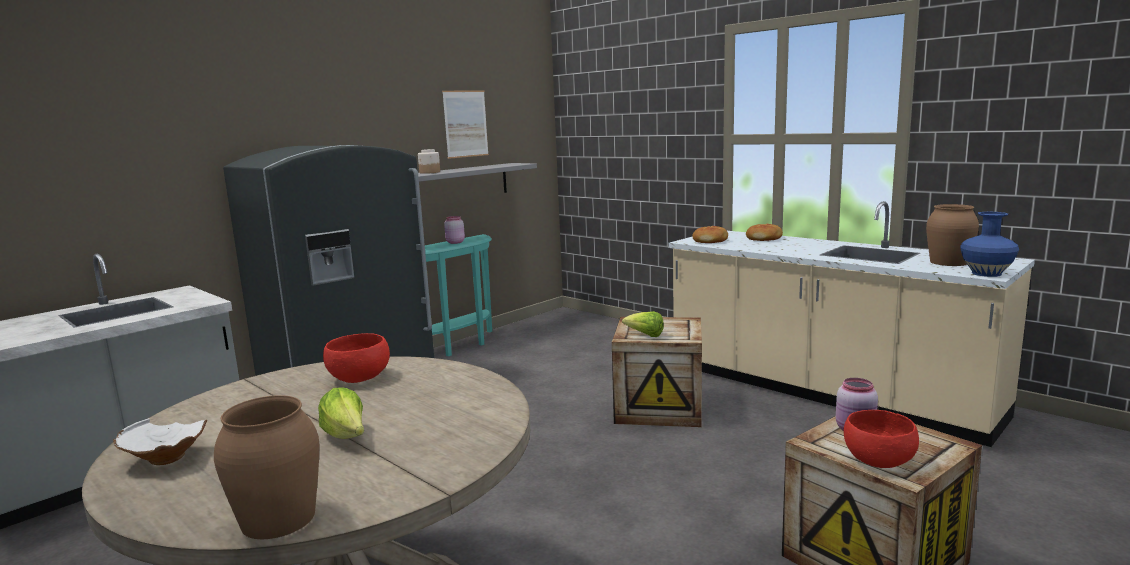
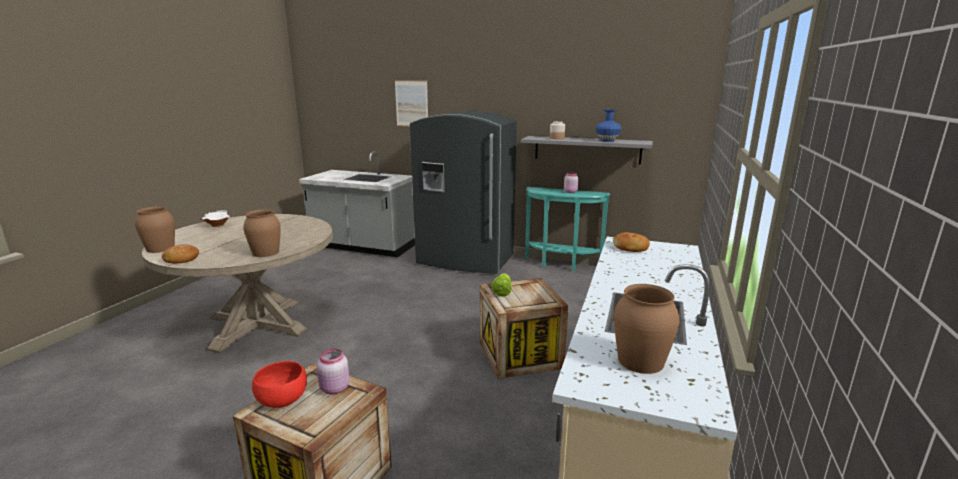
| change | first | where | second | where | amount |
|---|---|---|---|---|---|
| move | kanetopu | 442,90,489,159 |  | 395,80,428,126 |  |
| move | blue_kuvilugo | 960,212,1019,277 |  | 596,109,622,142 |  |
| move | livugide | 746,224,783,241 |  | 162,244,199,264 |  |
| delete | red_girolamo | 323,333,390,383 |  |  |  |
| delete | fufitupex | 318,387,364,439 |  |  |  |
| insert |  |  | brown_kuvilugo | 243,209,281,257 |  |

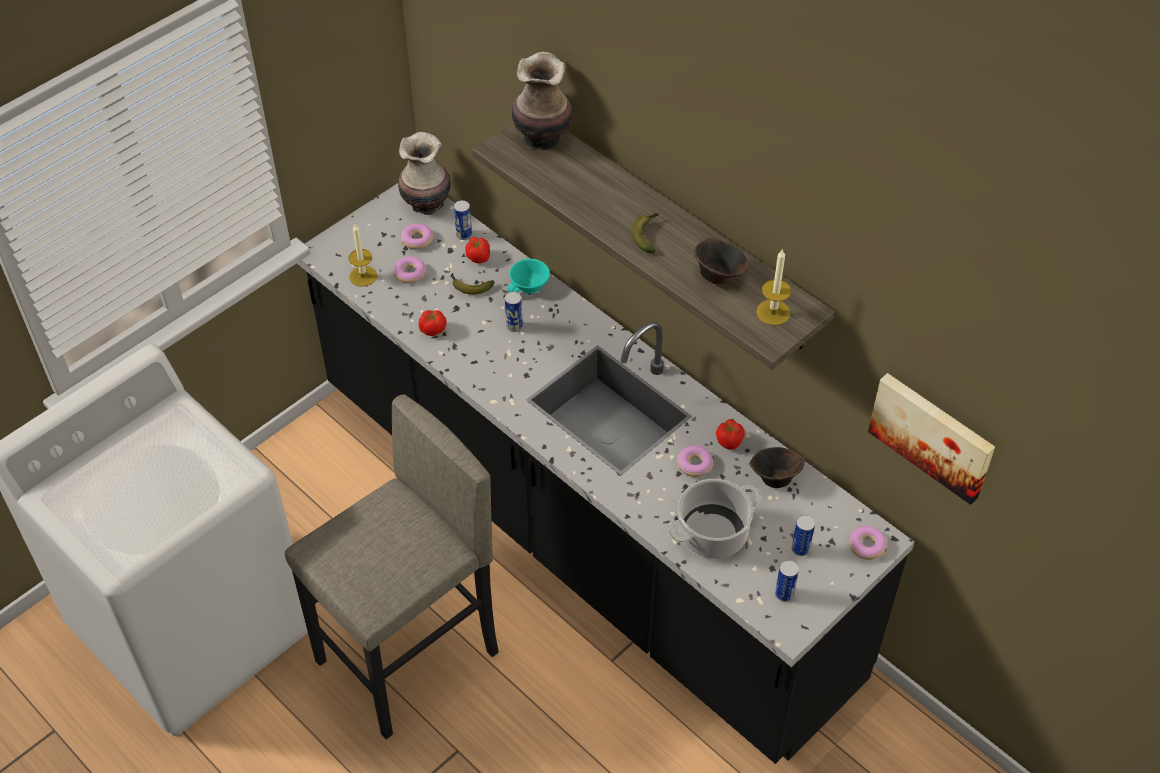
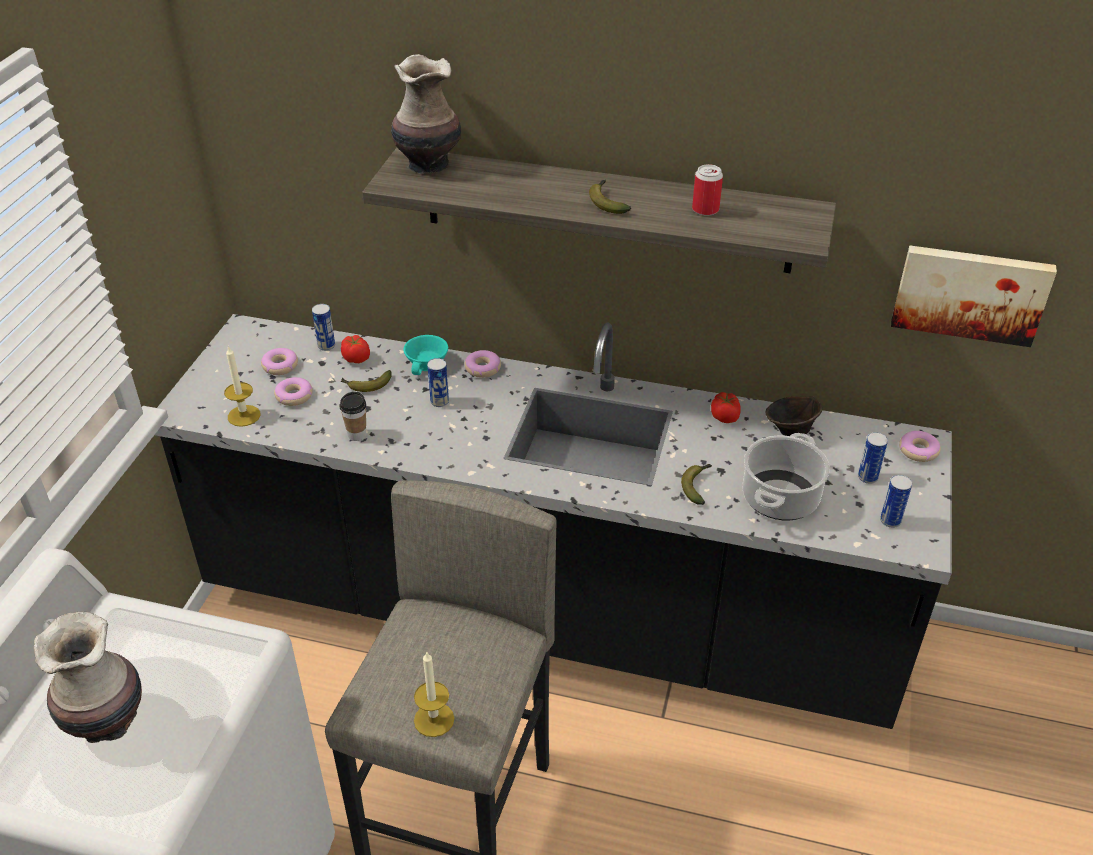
| change | first | where | second | where | amount |
|---|---|---|---|---|---|
| move | kuvilugo | 398,132,450,215 |  | 33,612,142,743 |  |
| replace | brown_girolamo | 694,237,748,285 | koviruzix | 692,164,723,216 |  |
| move | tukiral | 756,248,791,325 |  | 414,651,454,737 |  |
| replace | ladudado | 418,310,447,336 | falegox | 340,392,366,441 |  |
| move | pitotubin | 677,445,713,477 |  | 465,350,501,378 |  |
| insert |  |  | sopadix | 681,464,712,505 |  |

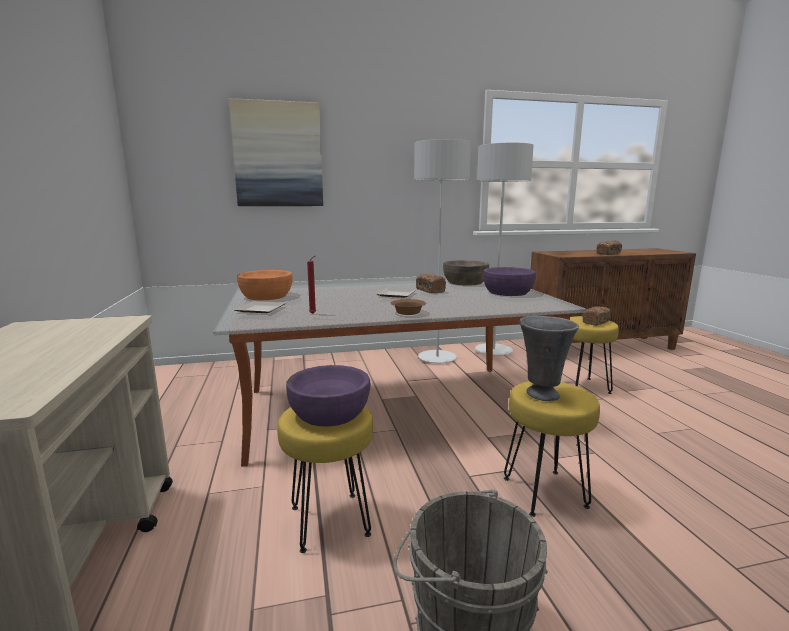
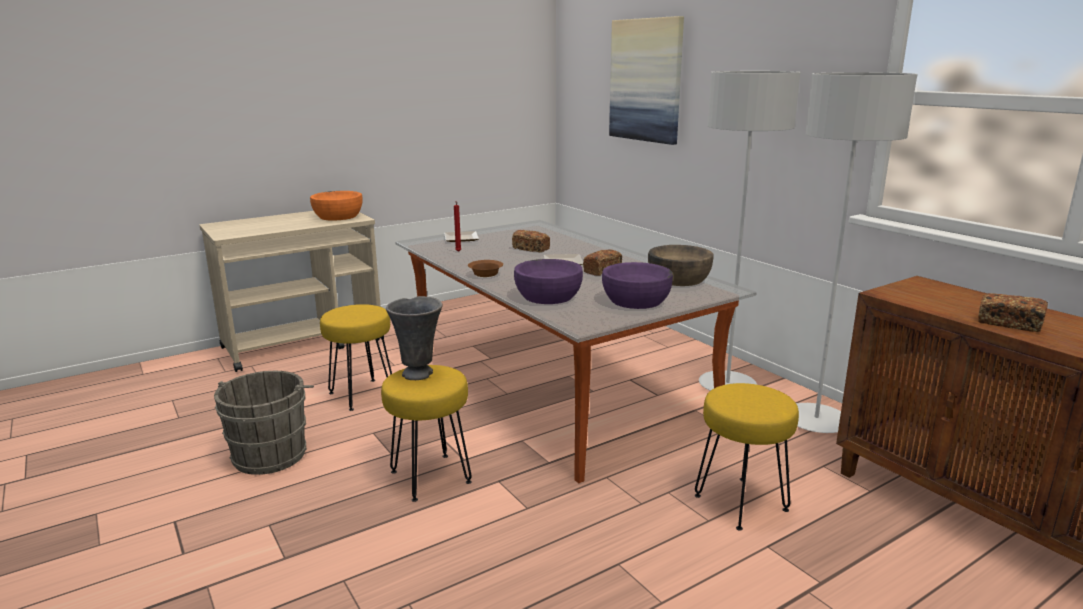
| change | first | where | second | where | amount |
|---|---|---|---|---|---|
| move | orange_girolamo | 237,270,293,300 |  | 310,191,363,221 |  |
| move | livugide | 583,306,612,326 |  | 512,230,550,253 |  |
| move | purple_girolamo | 286,365,370,427 |  | 514,259,583,304 |  |

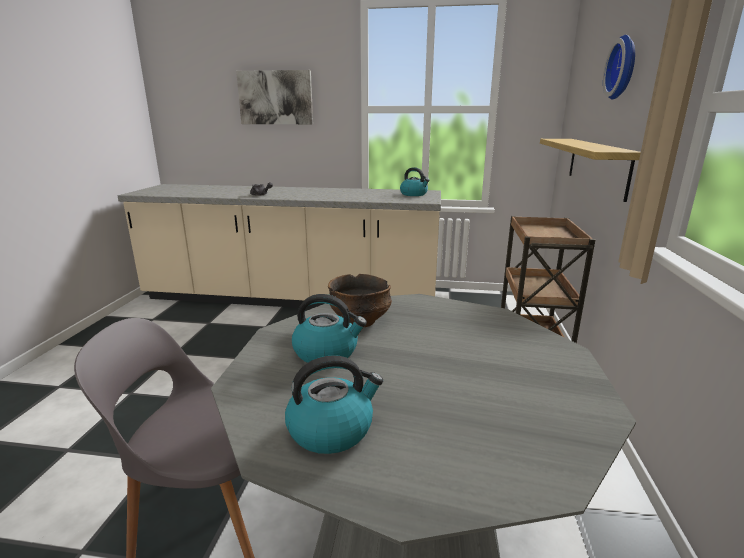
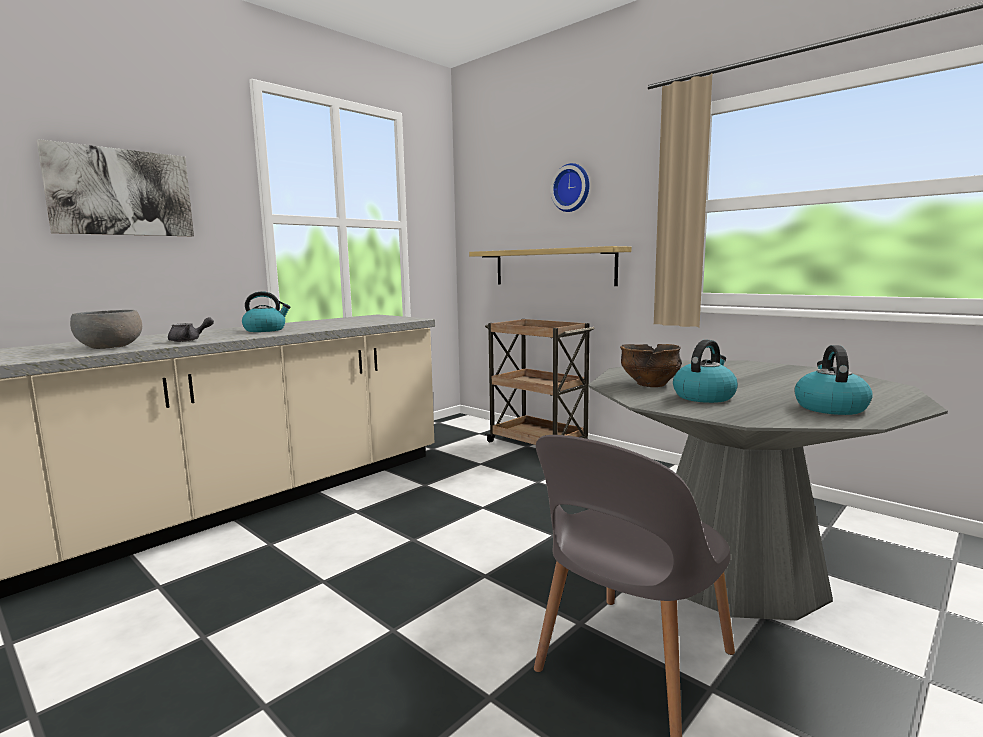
| change | first | where | second | where | amount |
|---|---|---|---|---|---|
| move | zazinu | 400,167,430,196 |  | 242,291,291,332 |  |
| insert |  |  | grey_girolamo | 70,310,142,349 |  |

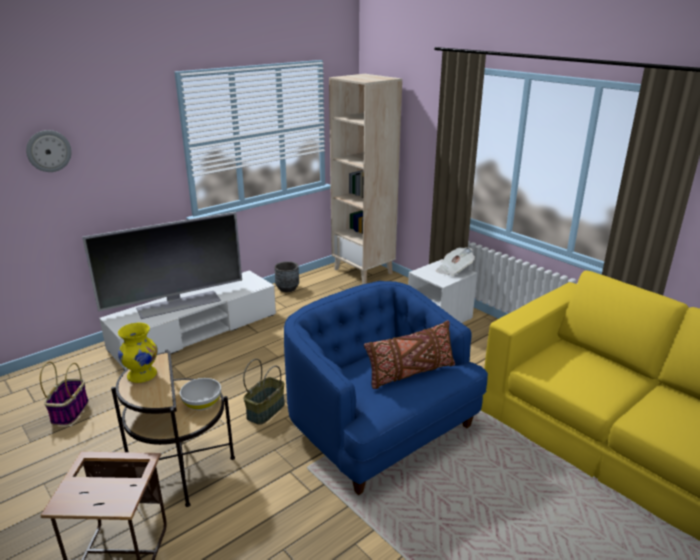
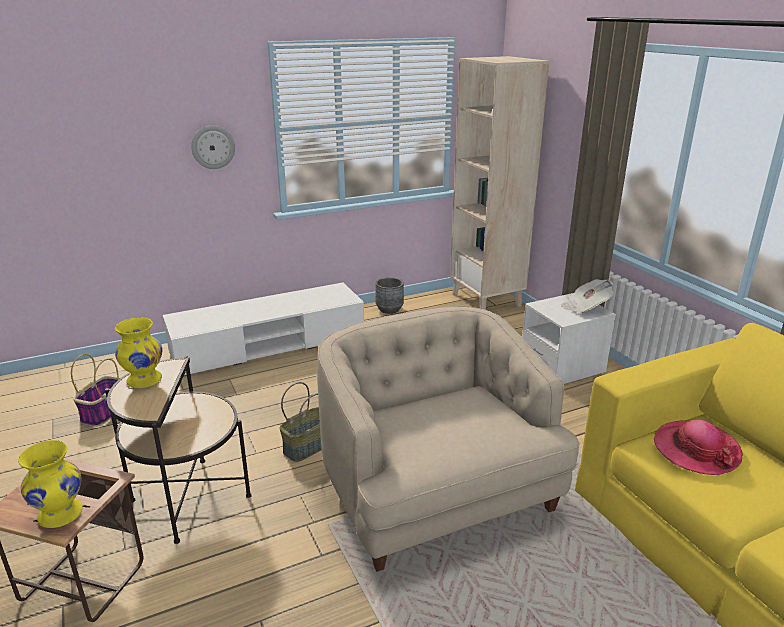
| change | first | where | second | where | amount |
|---|---|---|---|---|---|
| move | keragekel | 26,130,72,172 |  | 191,126,235,169 |  |
| delete | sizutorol | 82,212,242,319 |  |  |  |
| recolor | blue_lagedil | 284,281,488,495 | beige_lagedil | 317,306,580,572 |  |
| delete | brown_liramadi | 364,320,455,389 |  |  |  |
| delete | white_girolamo | 180,378,221,410 |  |  |  |
| insert |  |  | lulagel | 654,420,743,475 |  |
| insert |  |  | yellow_kuvilugo | 18,440,83,528 |  |

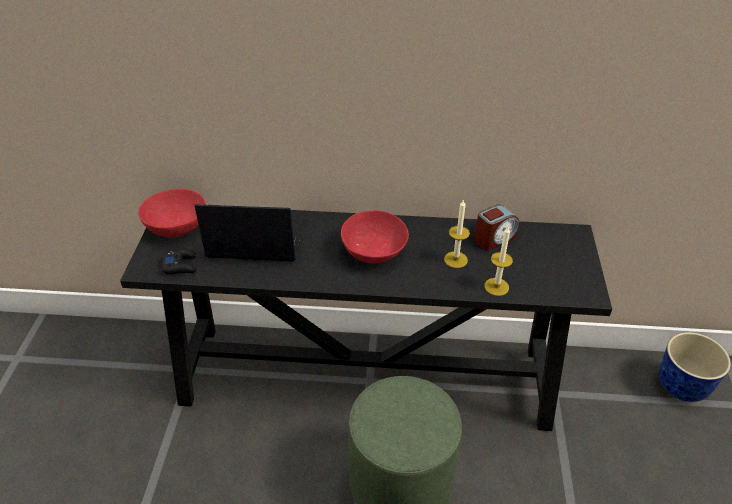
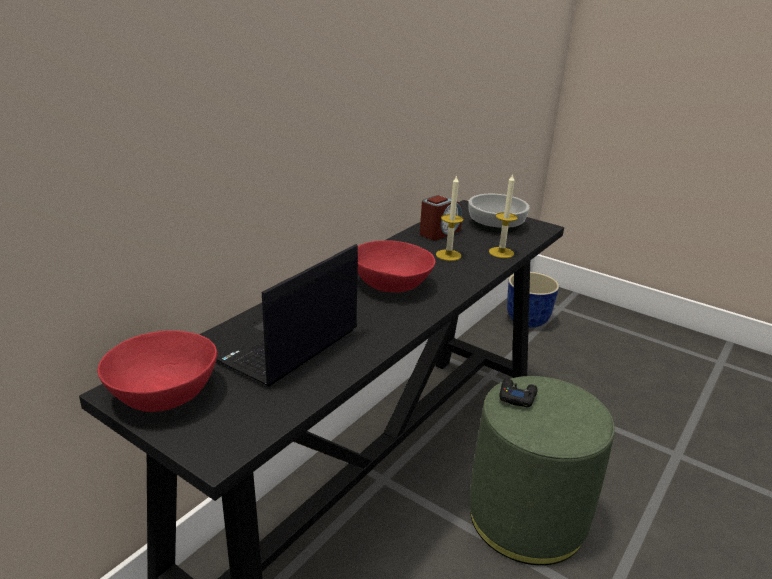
| change | first | where | second | where | amount |
|---|---|---|---|---|---|
| rotate | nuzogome | 474,204,519,250 |  | 420,195,462,240 | 45 degrees clockwise |
| move | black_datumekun | 162,248,196,274 |  | 499,379,538,407 |  |
| insert |  |  | girolamo | 468,194,530,233 |  |

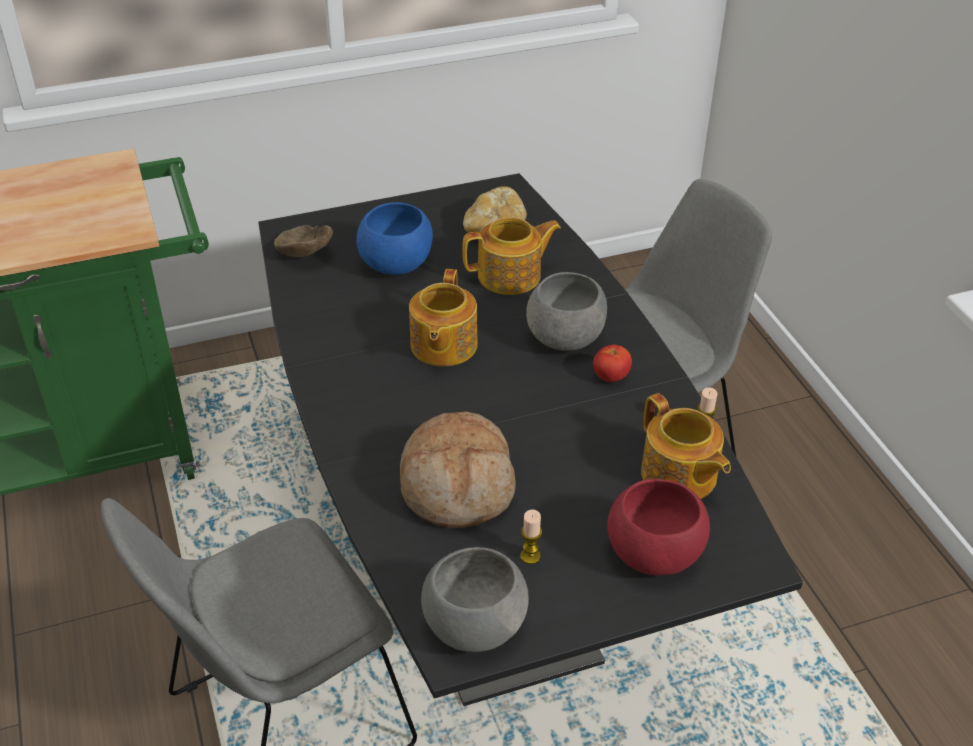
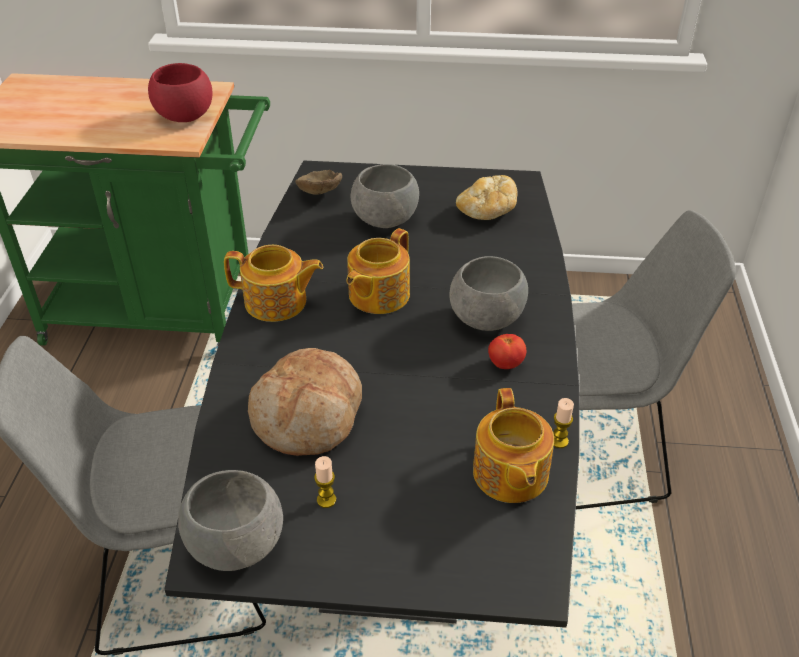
| change | first | where | second | where | amount |
|---|---|---|---|---|---|
| recolor | blue_girolamo | 357,202,433,275 | grey_girolamo | 351,164,419,228 |  |
| move | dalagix | 462,217,561,295 |  | 224,245,323,322 |  |
| move | red_girolamo | 607,479,710,576 |  | 148,63,212,122 |  |

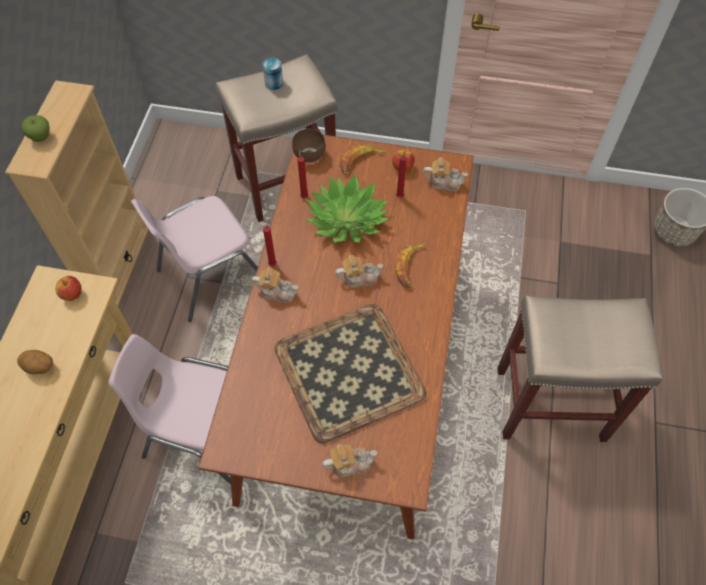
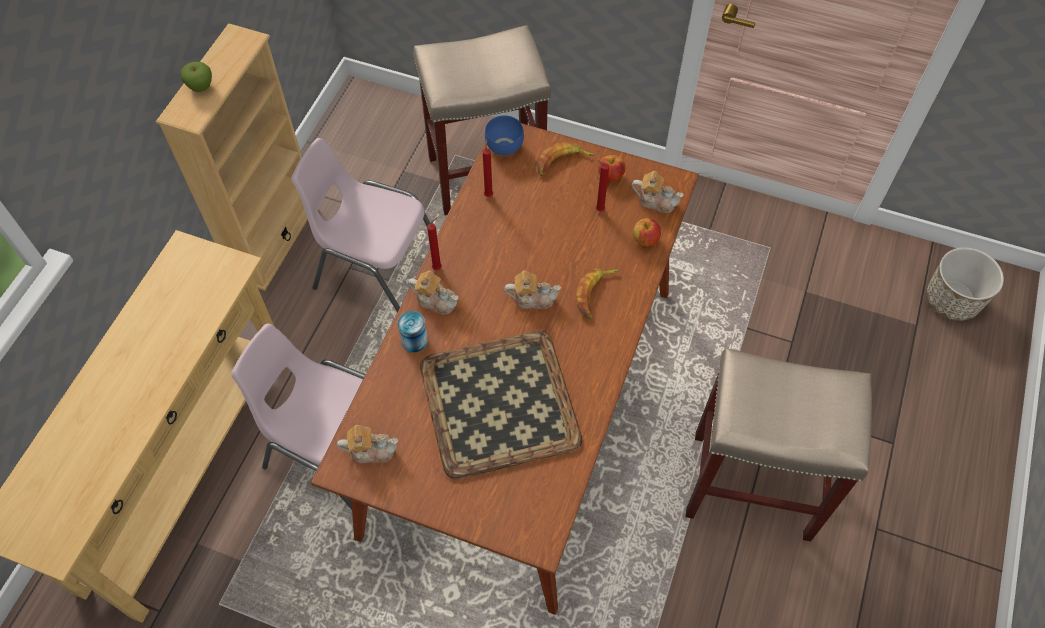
| change | first | where | second | where | amount |
|---|---|---|---|---|---|
| move | koviruzix | 262,58,283,90 |  | 398,311,428,352 |  |
| recolor | brown_girolamo | 292,129,326,162 | blue_girolamo | 485,115,524,155 |  |
| delete | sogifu | 304,173,389,243 |  |  |  |
| rotate | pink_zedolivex | 131,196,258,322 |  | 291,138,430,312 | 45 degrees clockwise |
| move | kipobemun | 55,276,82,301 |  | 633,218,661,247 |  |
| delete | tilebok | 17,350,53,374 |  |  |  |
| move | dalagix | 322,444,377,477 |  | 337,425,398,463 |  |

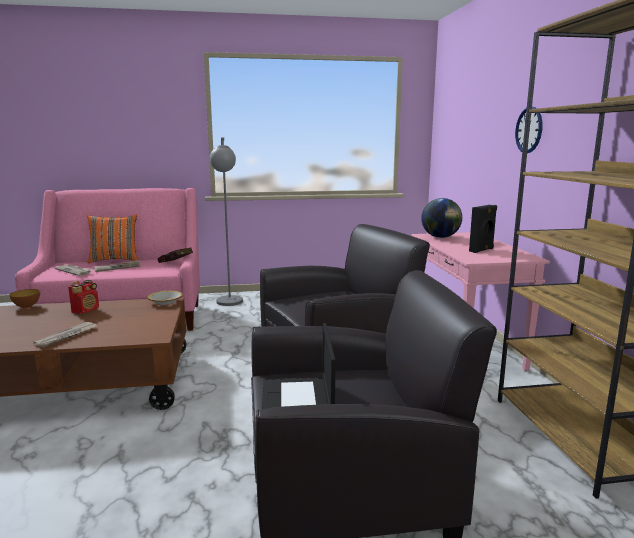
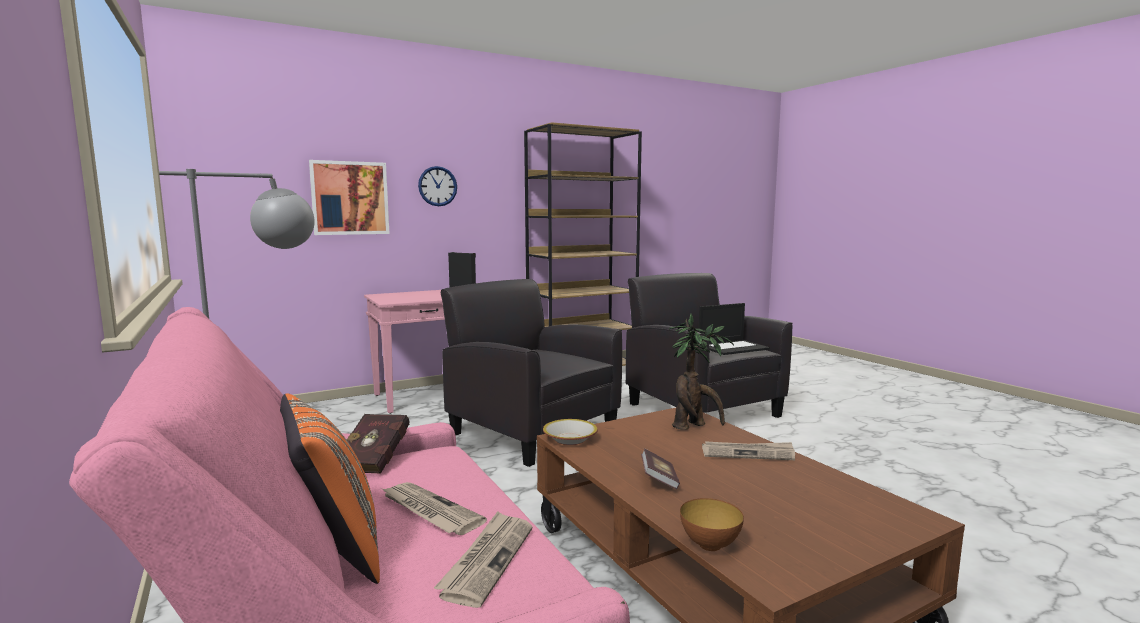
| change | first | where | second | where | amount |
|---|---|---|---|---|---|
| delete | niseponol | 421,198,462,238 |  |  |  |
| replace | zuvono | 68,280,99,314 | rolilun | 641,448,680,489 |  |
| insert |  |  | kanetopu | 309,160,390,235 |  |
| insert |  |  | sogifu | 669,314,734,430 |  |

